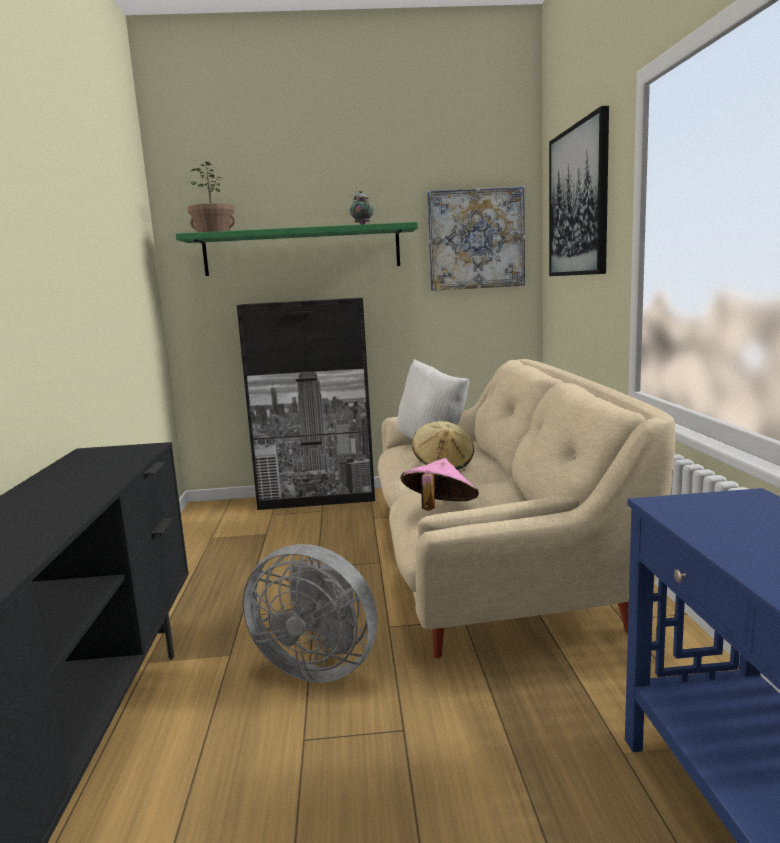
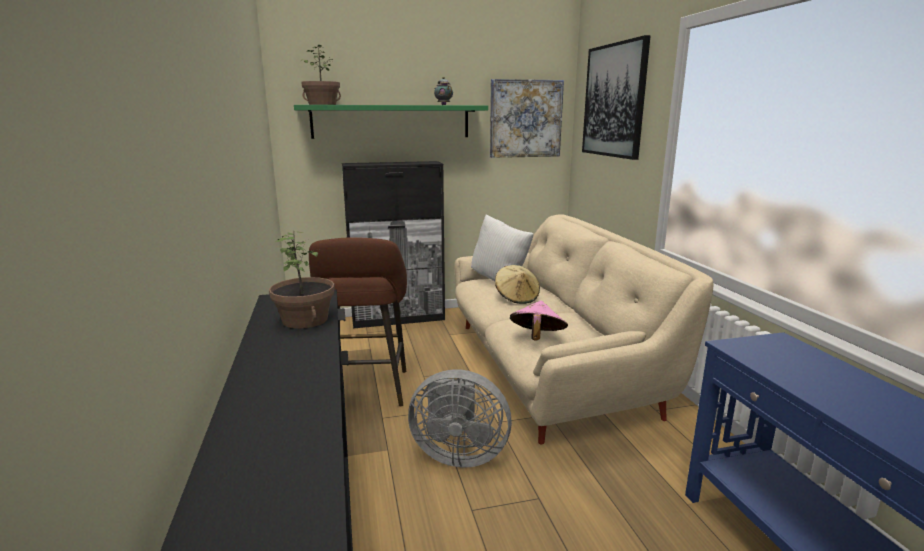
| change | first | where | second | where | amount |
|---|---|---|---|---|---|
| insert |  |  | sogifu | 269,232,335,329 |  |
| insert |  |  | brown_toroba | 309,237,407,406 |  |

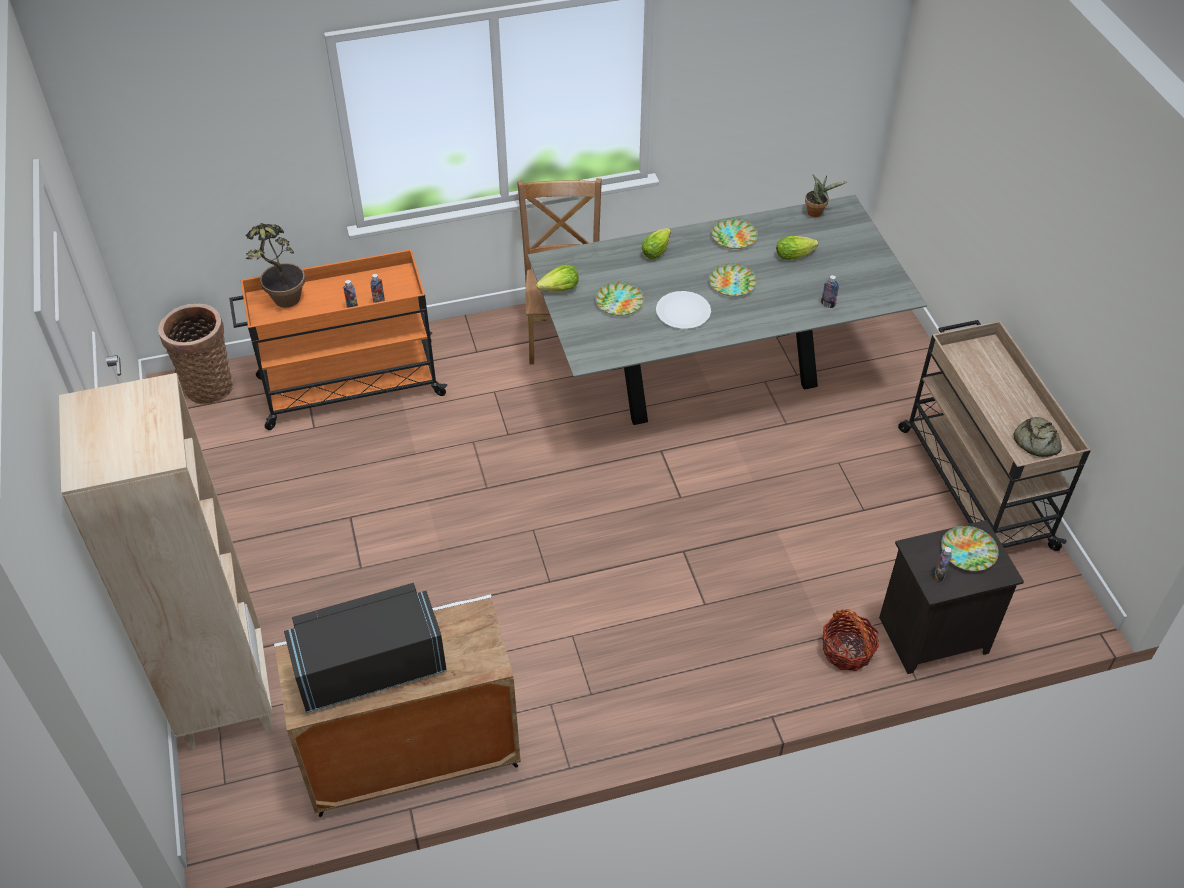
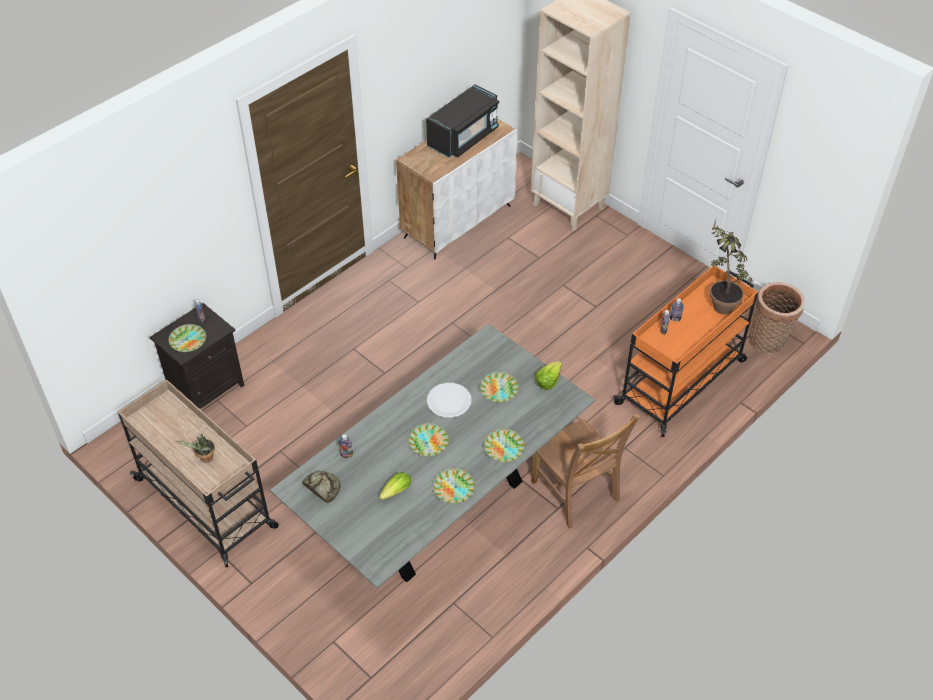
| change | first | where | second | where | amount |
|---|---|---|---|---|---|
| move | sogifu | 805,174,847,217 |  | 177,434,215,462 |  |
| replace | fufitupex | 641,228,671,259 | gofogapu | 484,429,525,462 |  |
| move | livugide | 1013,417,1062,457 |  | 302,471,341,503 |  |
| delete | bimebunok | 822,609,879,671 |  |  |  |

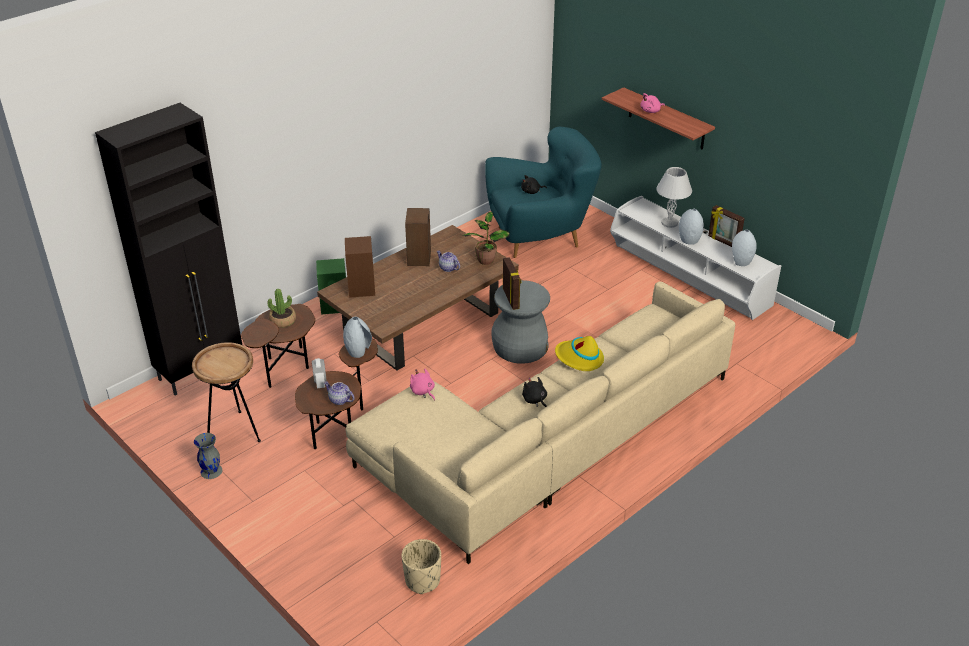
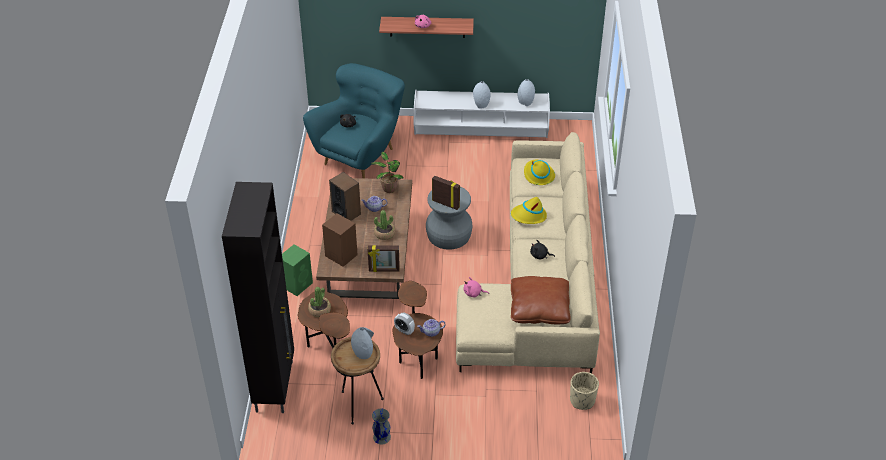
| change | first | where | second | where | amount |
|---|---|---|---|---|---|
| delete | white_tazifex | 656,167,692,228 |  |  |  |
| move | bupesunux | 708,205,745,247 |  | 367,245,400,272 |  |
| move | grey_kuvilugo | 343,317,372,358 |  | 351,327,374,359 |  |
| insert |  |  | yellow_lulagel | 524,160,555,185 |  |
| insert |  |  | sogifu | 374,210,395,240 |  |
| insert |  |  | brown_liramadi | 511,276,571,324 |  |

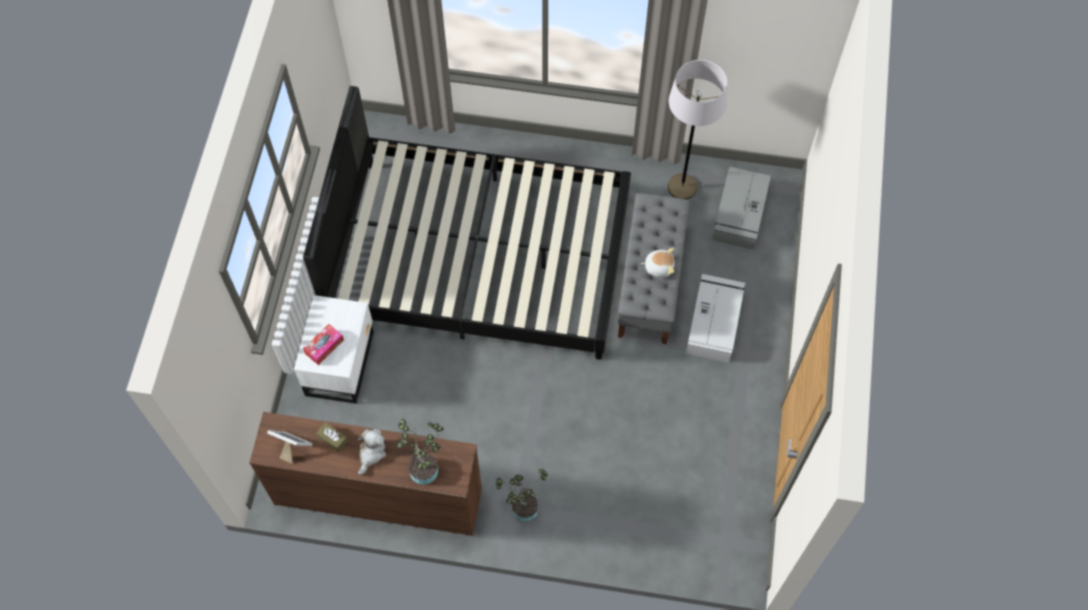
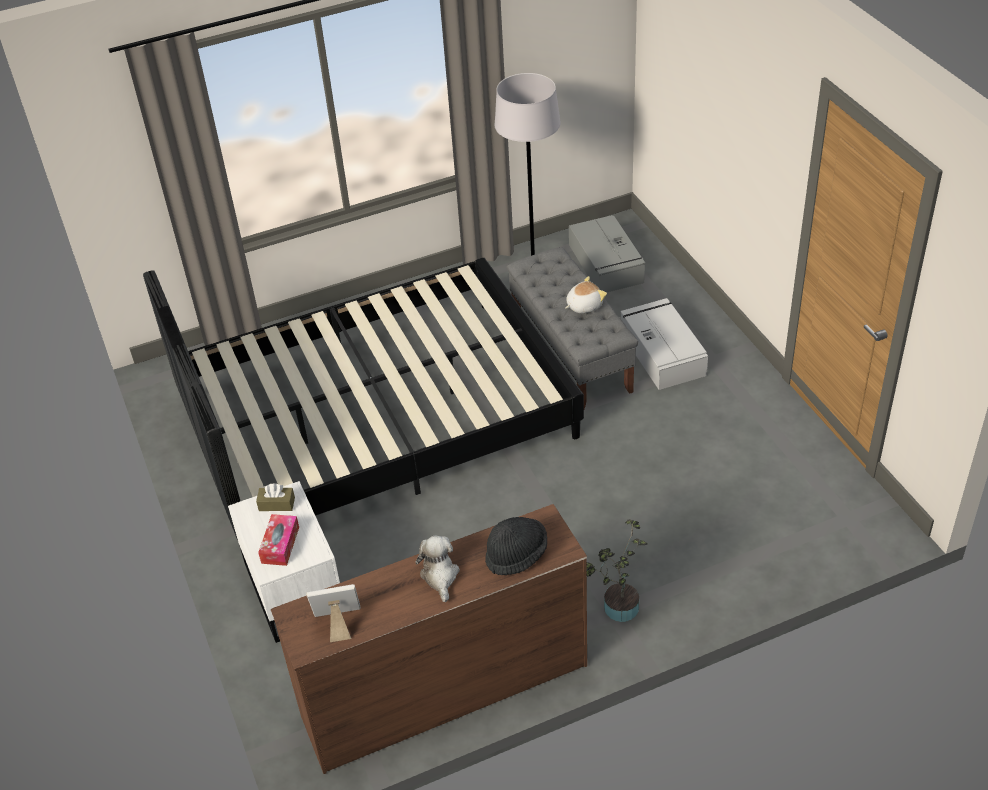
| change | first | where | second | where | amount |
|---|---|---|---|---|---|
| replace | sogifu | 396,418,444,485 | black_lulagel | 485,517,547,575 |  |
| move | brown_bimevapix | 316,422,348,452 |  | 256,484,295,511 |  |

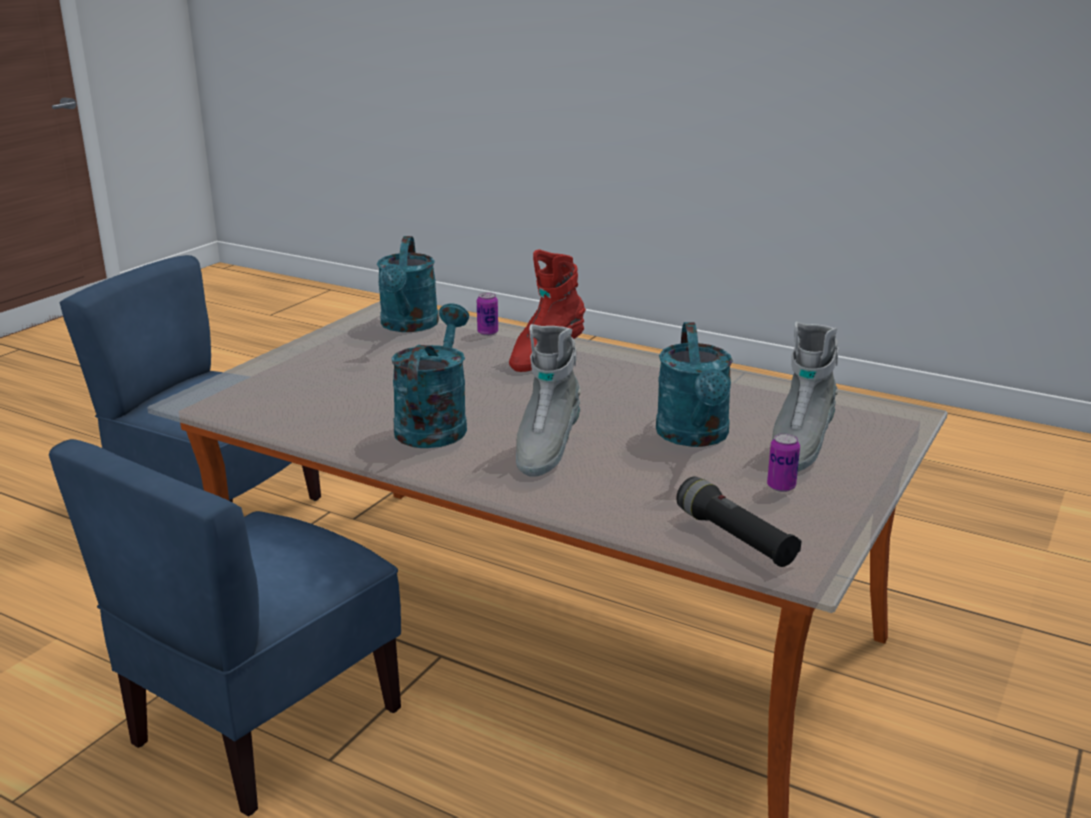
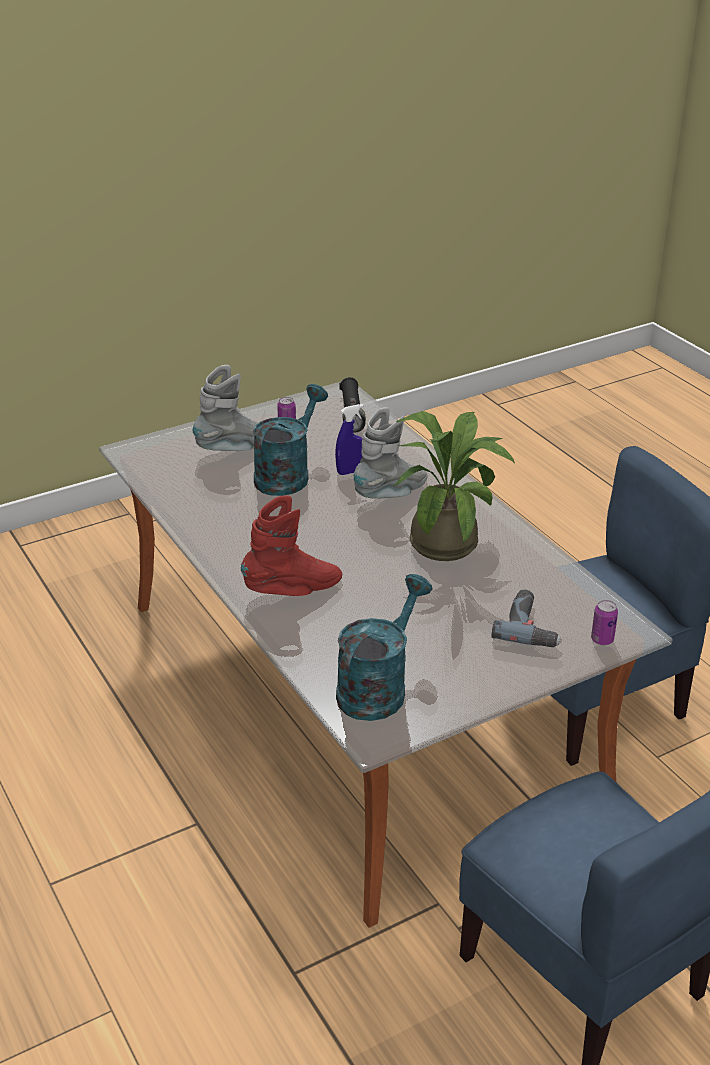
| change | first | where | second | where | amount |
|---|---|---|---|---|---|
| move | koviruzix | 477,292,498,336 |  | 591,600,618,645 |  |
| replace | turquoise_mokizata | 391,303,469,448 | sogifu | 393,411,515,561 |  |
| insert |  |  | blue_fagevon | 335,404,364,475 |  |
| insert |  |  | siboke | 492,589,562,647 |  |

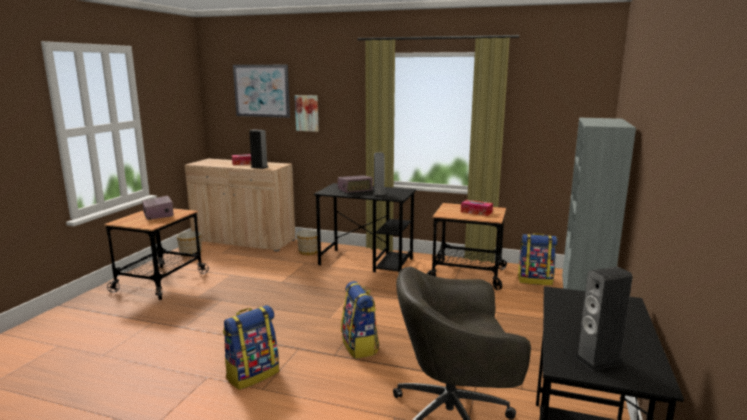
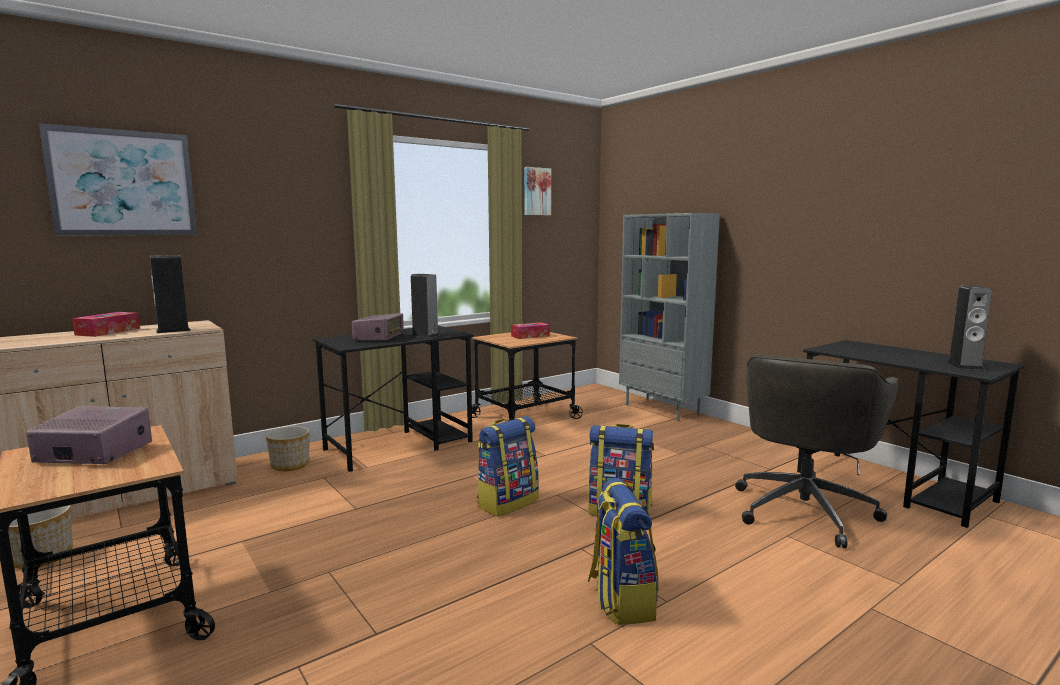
| change | first | where | second | where | amount |
|---|---|---|---|---|---|
| move | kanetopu | 295,95,319,132 |  | 524,167,551,215 |  |
| move | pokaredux | 518,233,558,285 |  | 477,416,539,517 |  |

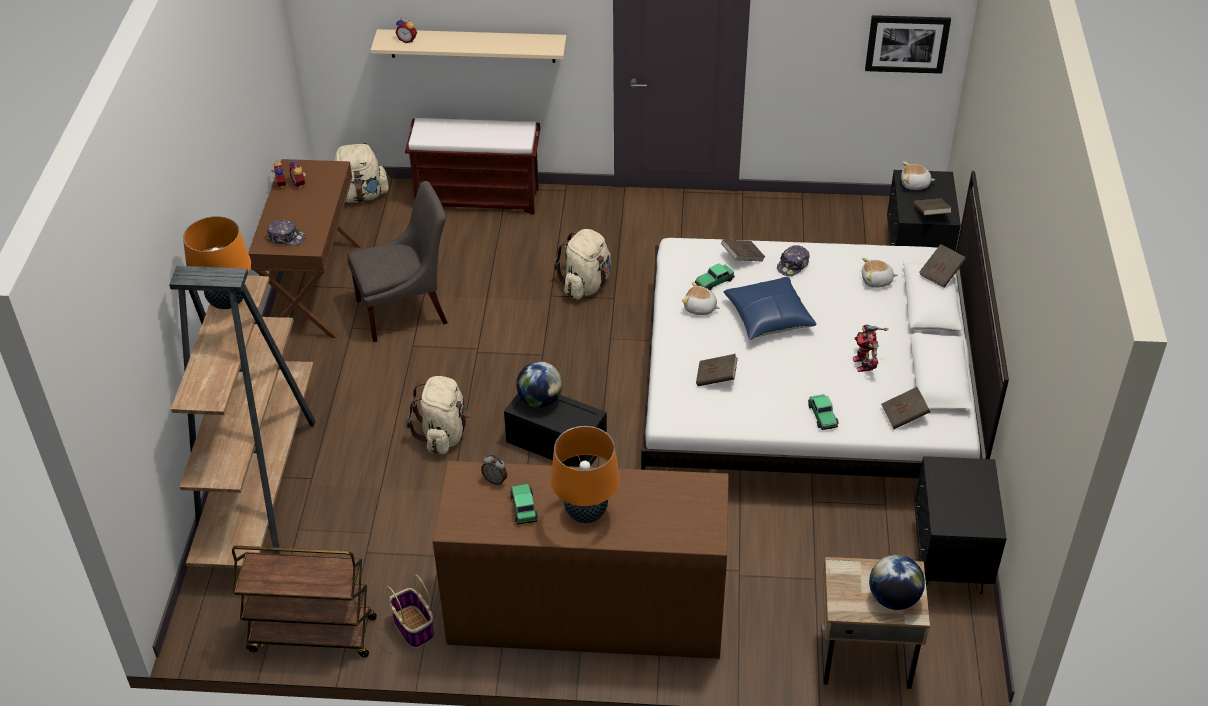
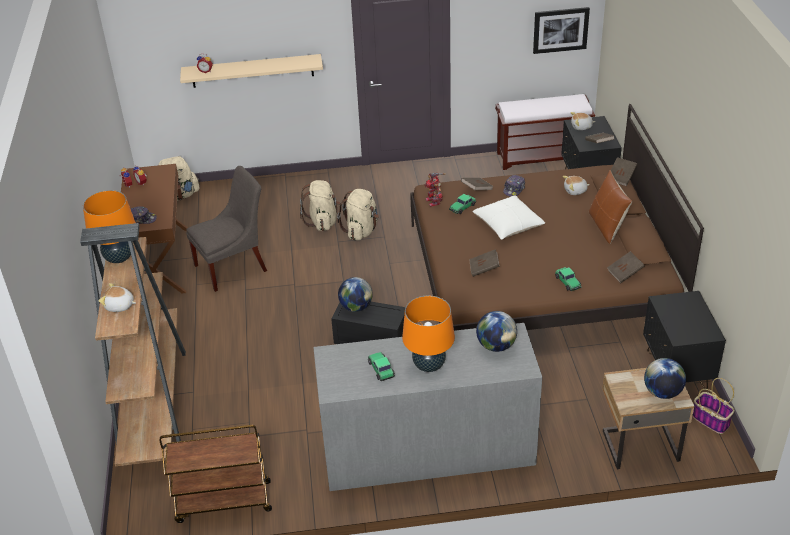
| change | first | where | second | where | amount |
|---|---|---|---|---|---|
| move | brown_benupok | 405,118,541,215 |  | 495,94,595,170 |  |
| recolor | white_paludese | 641,171,1009,478 | brown_paludese | 410,104,704,331 |  |
| recolor | blue_liramadi | 723,277,817,340 | white_liramadi | 472,195,545,240 |  |
| move | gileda | 682,282,720,315 |  | 98,283,136,312 |  |
| move | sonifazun | 853,325,889,372 |  | 425,173,446,207 |  |
| move | beige_pokaredux | 407,376,470,454 |  | 300,180,341,231 |  |
| delete | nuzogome | 481,455,507,485 |  |  |  |
| recolor | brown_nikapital | 433,461,729,659 | grey_nikapital | 313,323,542,491 |  |
| move | bimebunok | 387,575,434,648 |  | 692,378,735,434 |  |
| insert |  |  | brown_liramadi | 589,170,632,244 |  |
| insert |  |  | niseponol | 476,311,517,352 |  |

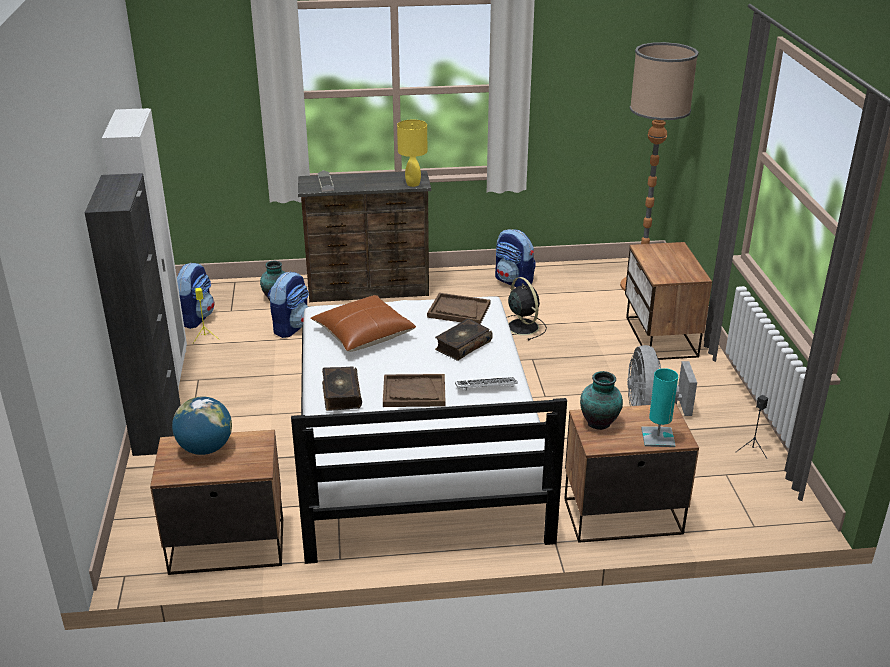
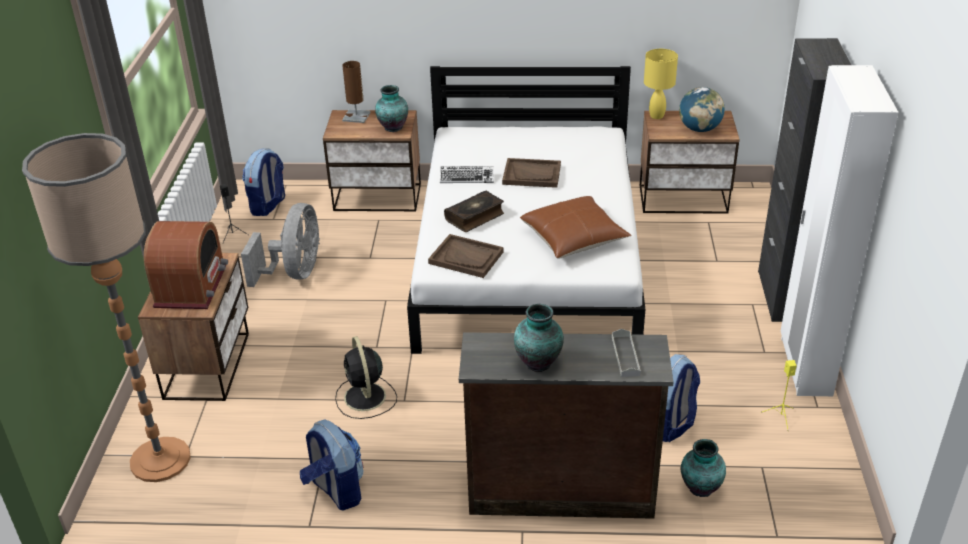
| change | first | where | second | where | amount |
|---|---|---|---|---|---|
| move | yellow_tazifex | 397,120,427,187 |  | 644,49,678,119 |  |
| move | pokaredux | 177,263,215,329 |  | 242,148,285,216 |  |
| delete | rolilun | 322,366,362,411 |  |  |  |
| recolor | turquoise_tazifex | 641,368,678,447 | brown_tazifex | 342,61,371,123 |  |
| insert |  |  | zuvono | 144,221,228,309 |  |
| insert |  |  | kuvilugo | 514,304,564,372 |  |

